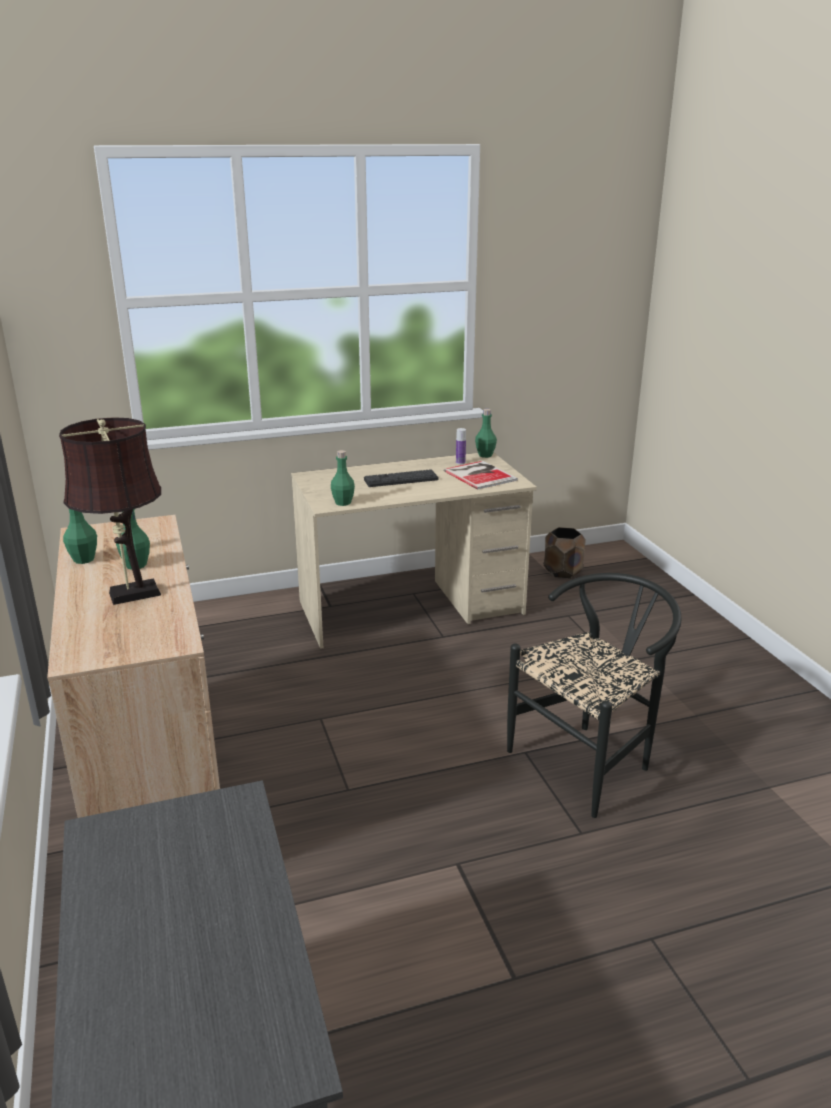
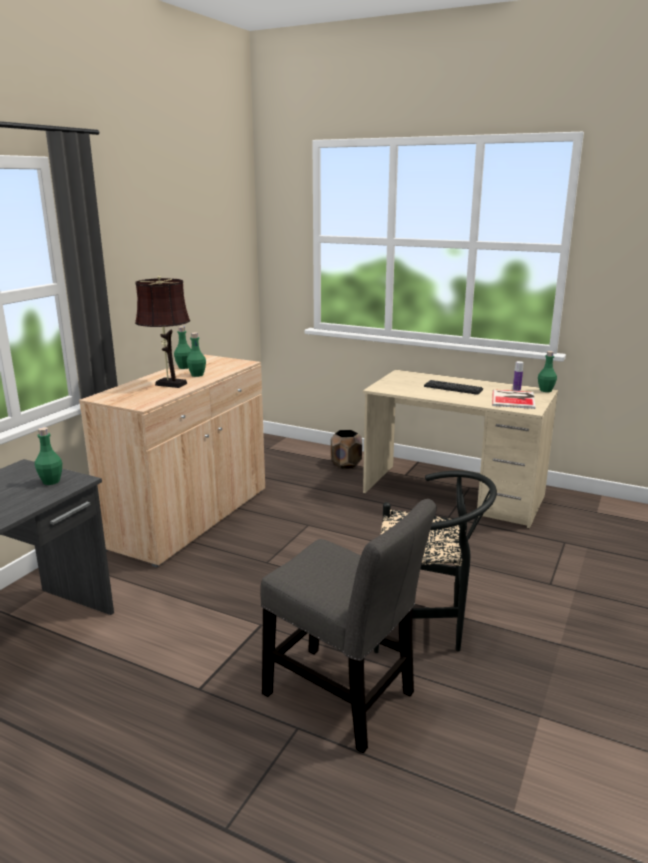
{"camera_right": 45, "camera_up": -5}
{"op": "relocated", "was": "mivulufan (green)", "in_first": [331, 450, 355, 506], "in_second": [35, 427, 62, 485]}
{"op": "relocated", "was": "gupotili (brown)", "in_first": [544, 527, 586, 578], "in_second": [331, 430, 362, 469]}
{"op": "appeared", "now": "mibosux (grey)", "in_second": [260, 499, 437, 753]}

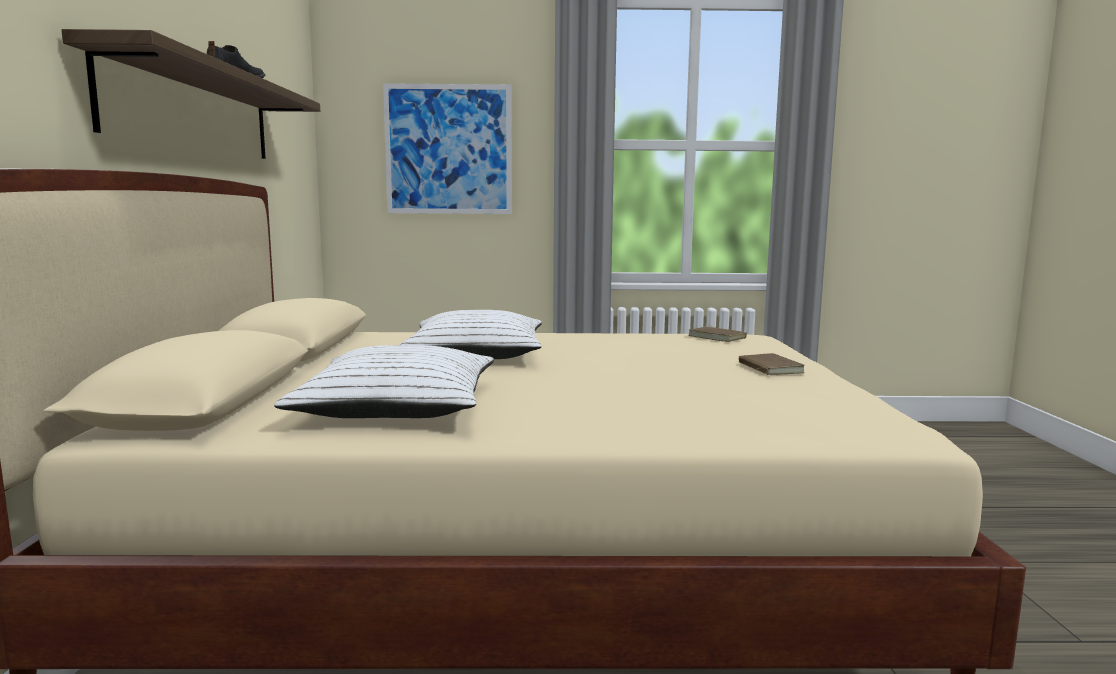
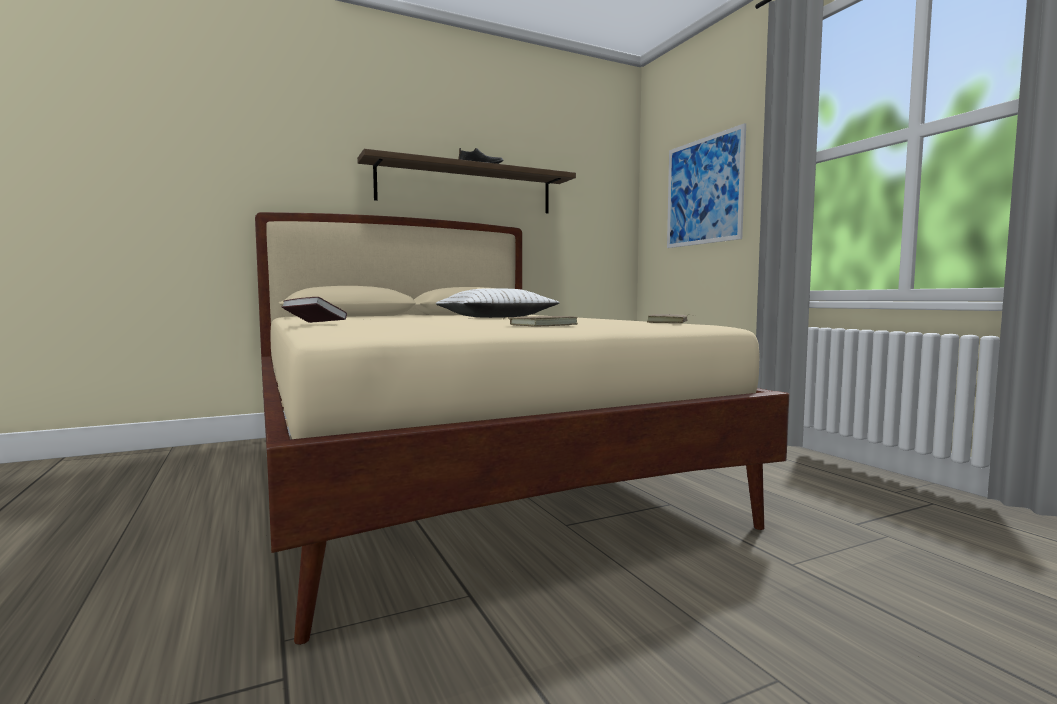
{"camera_right": 65, "camera_up": -5}
{"op": "missing", "was": "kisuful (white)", "in_first": [274, 345, 494, 418]}
{"op": "appeared", "now": "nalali", "in_second": [281, 297, 347, 323]}

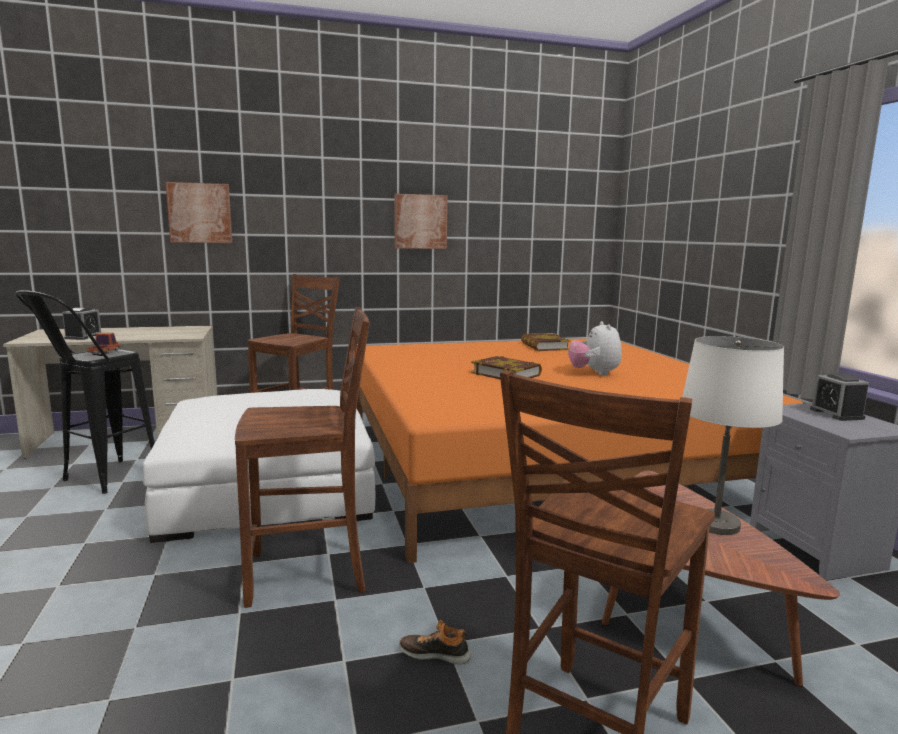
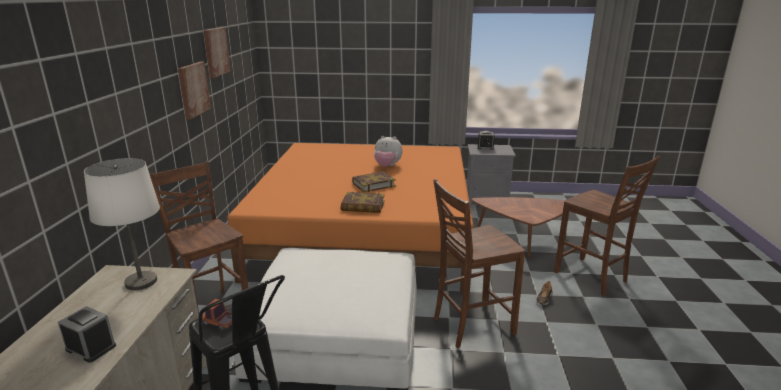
{"camera_right": -70, "camera_up": 10}
{"op": "relocated", "was": "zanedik", "in_first": [165, 182, 232, 243], "in_second": [203, 27, 231, 78]}
{"op": "spun", "was": "mibosux (brown)", "in_first": [235, 307, 370, 608], "in_second": [433, 179, 525, 348], "clockwise": -120}
{"op": "relocated", "was": "nalali", "in_first": [521, 333, 570, 351], "in_second": [341, 192, 385, 213]}
{"op": "relocated", "was": "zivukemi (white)", "in_first": [682, 336, 784, 535], "in_second": [84, 158, 160, 290]}

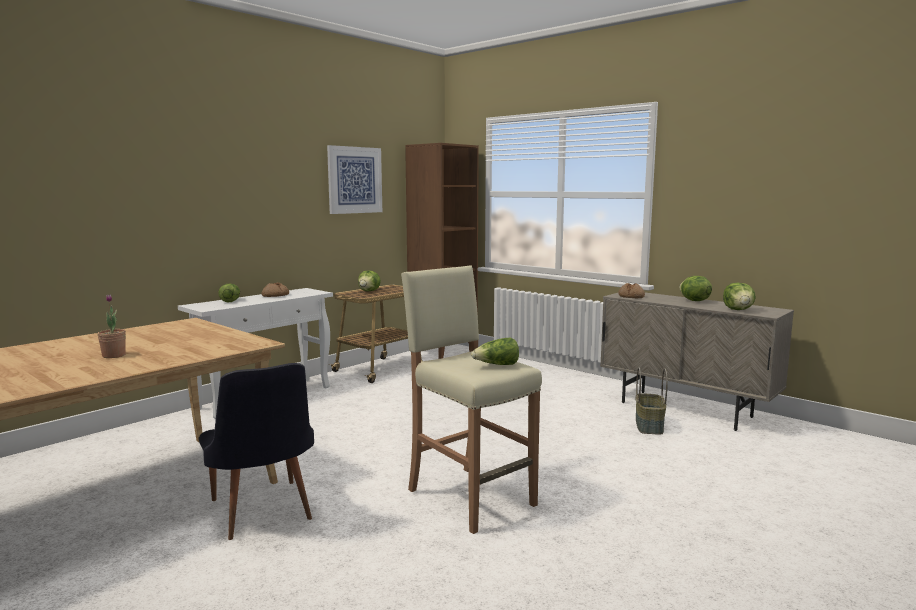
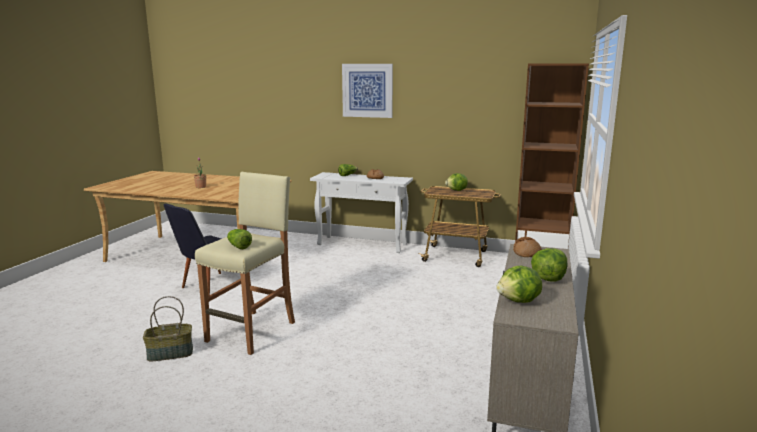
{"camera_right": 65, "camera_up": 5}
{"op": "relocated", "was": "zanedik", "in_first": [327, 145, 382, 214], "in_second": [342, 64, 393, 118]}
{"op": "relocated", "was": "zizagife", "in_first": [635, 367, 668, 435], "in_second": [143, 296, 193, 361]}

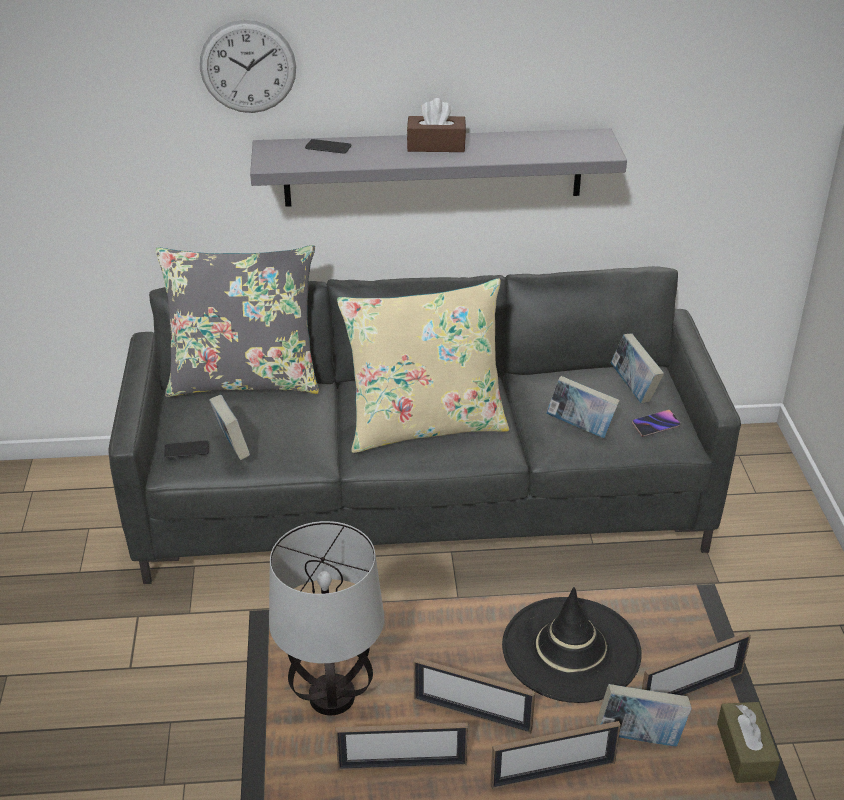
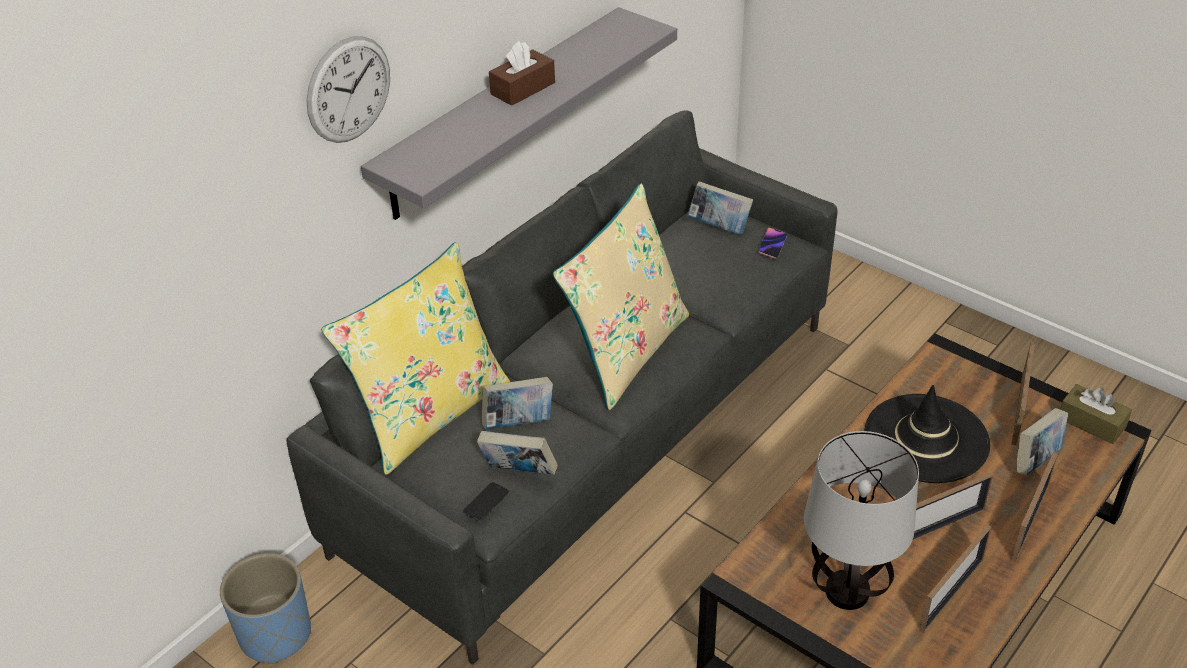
{"camera_right": -45, "camera_up": 5}
{"op": "colour", "was": "kisuful (grey)", "now": "kisuful (yellow)", "in_first": [156, 245, 320, 397], "in_second": [321, 242, 510, 475]}
{"op": "missing", "was": "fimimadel", "in_first": [305, 139, 352, 153]}
{"op": "relocated", "was": "nalali", "in_first": [546, 376, 620, 438], "in_second": [482, 377, 553, 429]}
{"op": "appeared", "now": "gupotili (blue)", "in_second": [220, 553, 311, 664]}

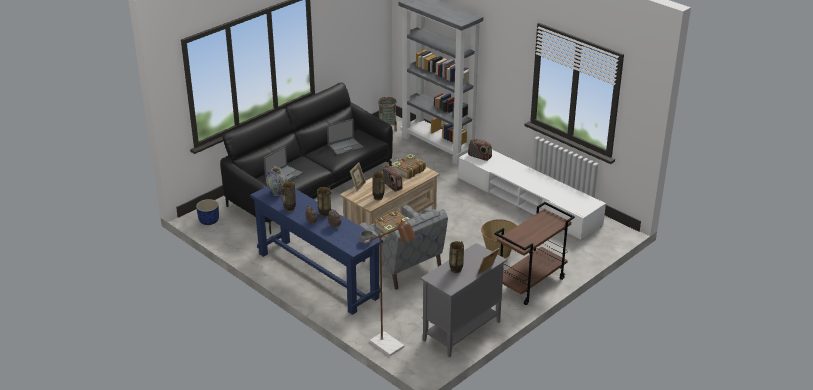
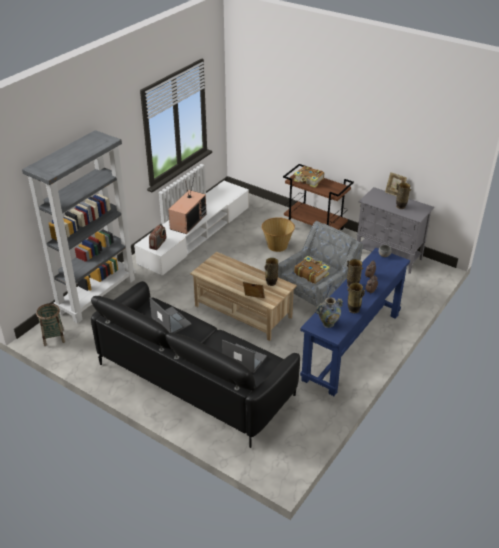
{"camera_right": -100, "camera_up": 5}
{"op": "missing", "was": "gupotili (blue)", "in_first": [196, 199, 219, 225]}
{"op": "missing", "was": "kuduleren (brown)", "in_first": [365, 219, 416, 356]}
{"op": "missing", "was": "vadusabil", "in_first": [383, 165, 403, 192]}
{"op": "relocated", "was": "nalali", "in_first": [392, 154, 426, 179], "in_second": [294, 166, 324, 188]}
{"op": "appeared", "now": "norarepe", "in_second": [168, 174, 207, 234]}

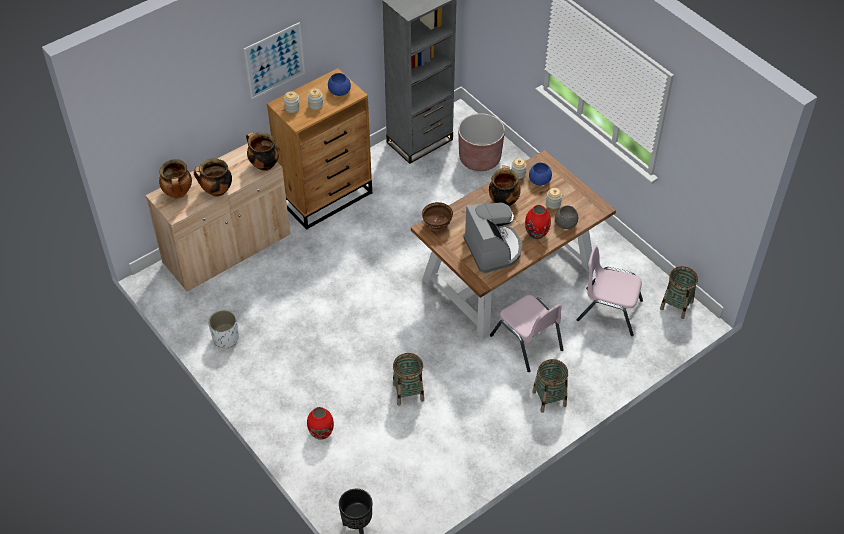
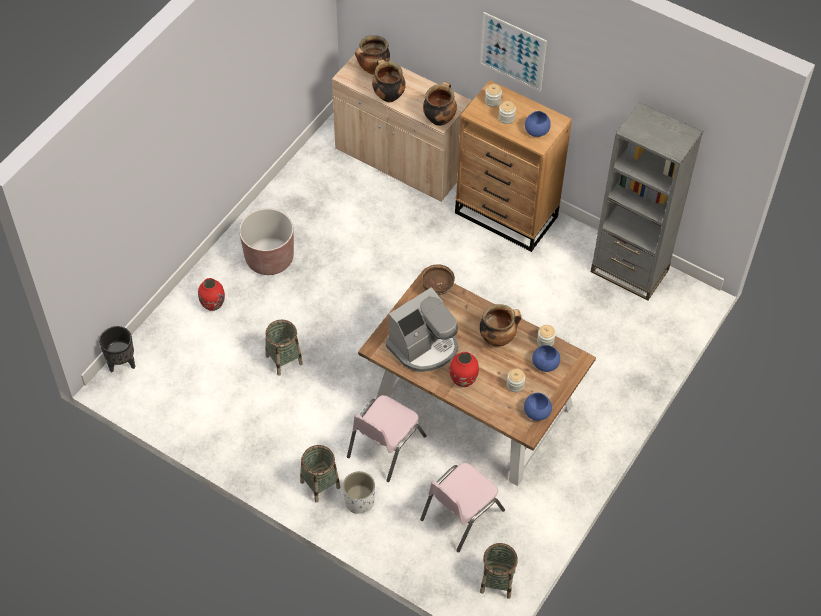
{"camera_right": 70, "camera_up": 5}
{"op": "relocated", "was": "gupotili (white)", "in_first": [208, 310, 239, 348], "in_second": [343, 471, 375, 514]}
{"op": "relocated", "was": "gupotili (brown)", "in_first": [458, 113, 505, 171], "in_second": [239, 208, 294, 275]}
{"op": "missing", "was": "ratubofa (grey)", "in_first": [555, 206, 578, 229]}
{"op": "spun", "was": "mibosux (pink)", "in_first": [577, 246, 643, 336], "in_second": [420, 463, 505, 552], "clockwise": -135}
{"op": "appeared", "now": "ratubofa (blue)", "in_second": [524, 393, 552, 421]}

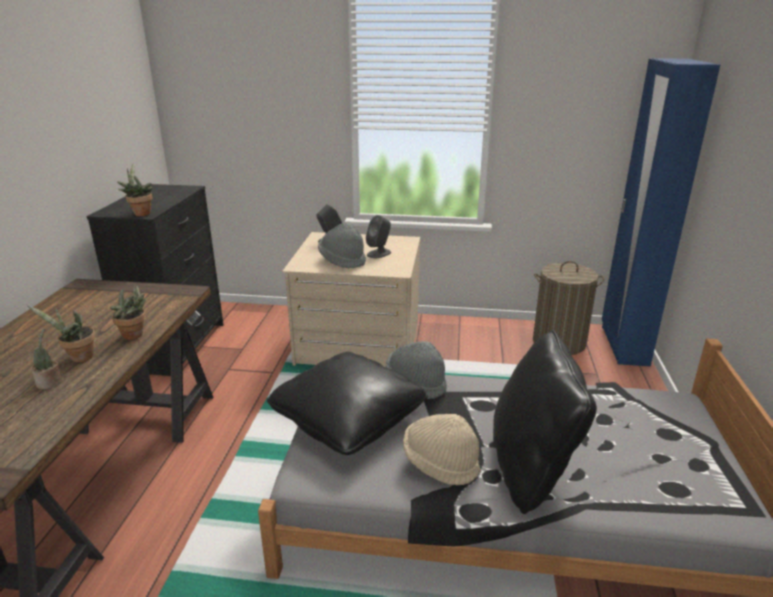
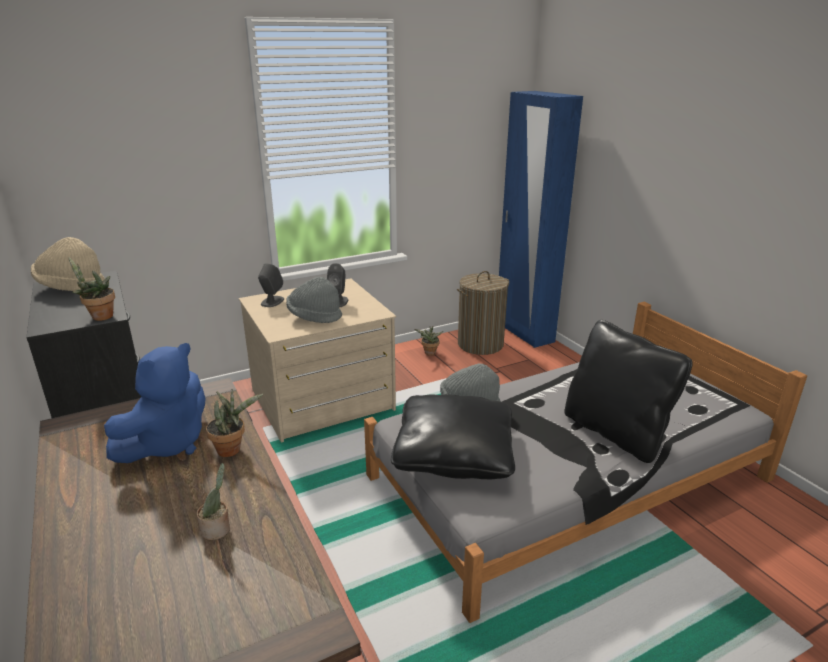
{"camera_right": -35, "camera_up": 0}
{"op": "relocated", "was": "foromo", "in_first": [28, 306, 95, 363], "in_second": [415, 326, 444, 356]}
{"op": "relocated", "was": "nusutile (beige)", "in_first": [403, 414, 481, 485], "in_second": [31, 237, 105, 291]}
{"op": "appeared", "now": "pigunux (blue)", "in_second": [104, 343, 206, 463]}

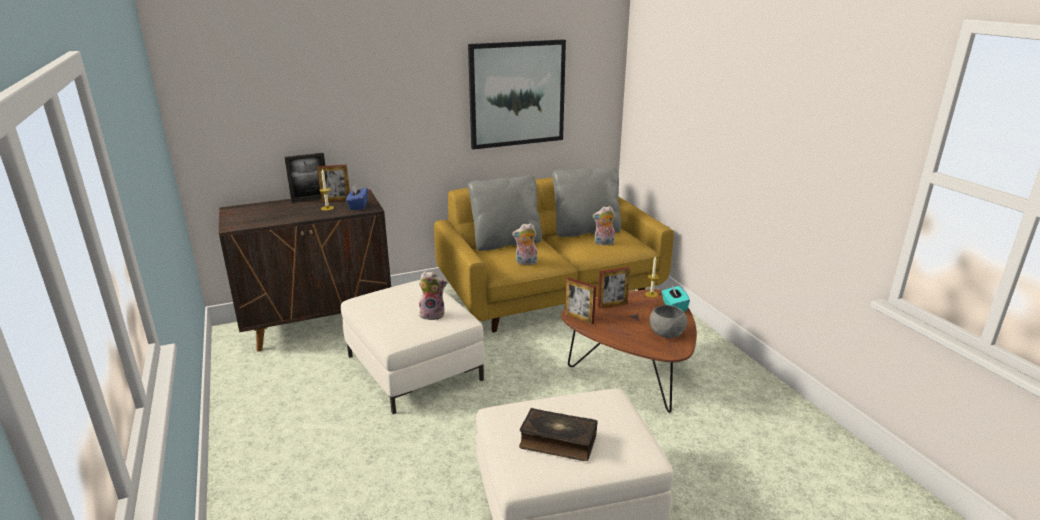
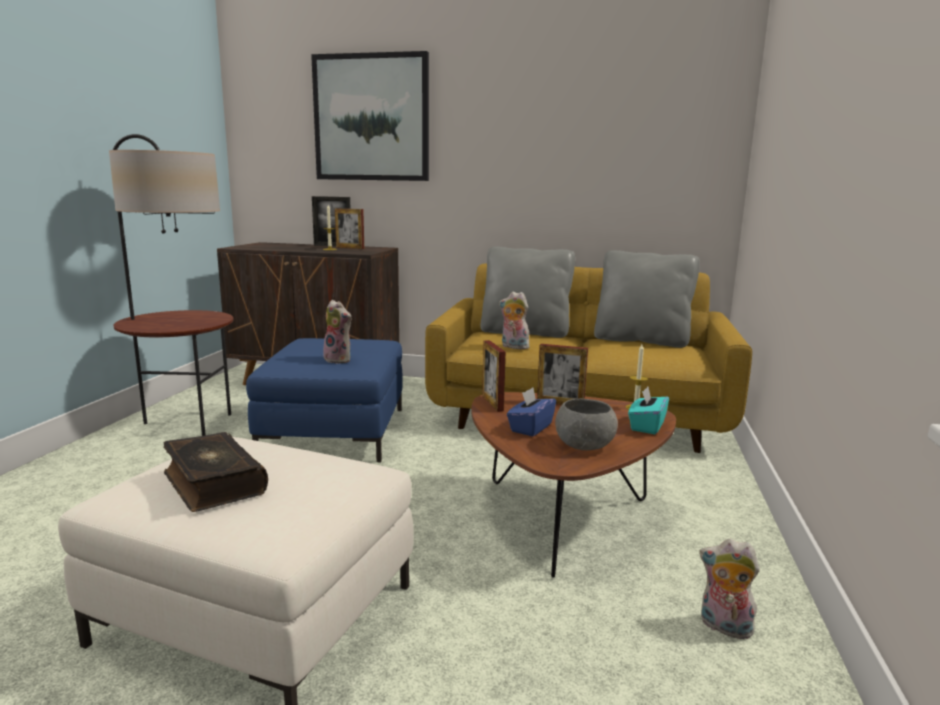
{"camera_right": 35, "camera_up": -10}
{"op": "colour", "was": "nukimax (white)", "now": "nukimax (blue)", "in_first": [341, 280, 485, 414], "in_second": [246, 338, 403, 462]}
{"op": "relocated", "was": "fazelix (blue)", "in_first": [346, 184, 368, 210], "in_second": [507, 388, 556, 436]}
{"op": "relocated", "was": "zanedik", "in_first": [468, 39, 566, 149], "in_second": [311, 51, 429, 181]}
{"op": "relocated", "was": "pigunux", "in_first": [592, 206, 615, 245], "in_second": [699, 539, 760, 639]}
{"op": "appeared", "now": "kuduleren", "in_second": [109, 134, 234, 436]}

